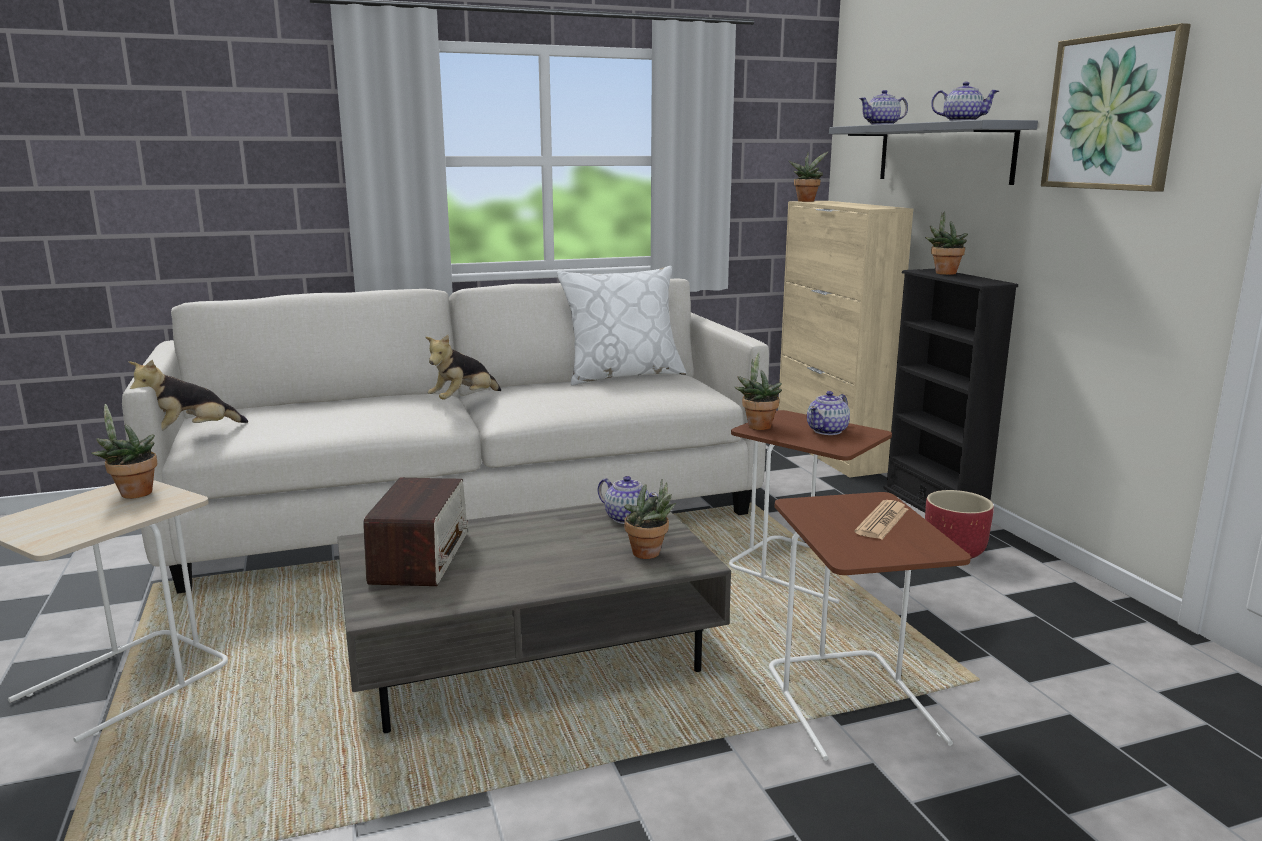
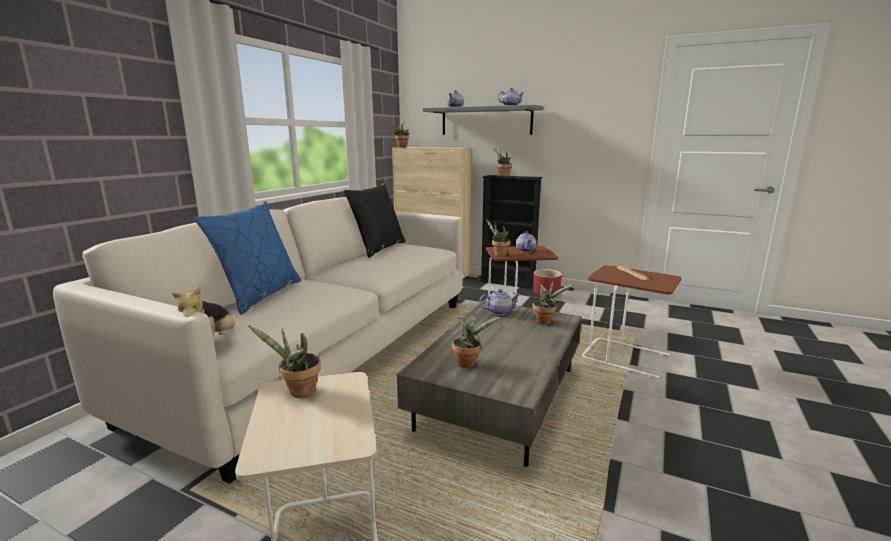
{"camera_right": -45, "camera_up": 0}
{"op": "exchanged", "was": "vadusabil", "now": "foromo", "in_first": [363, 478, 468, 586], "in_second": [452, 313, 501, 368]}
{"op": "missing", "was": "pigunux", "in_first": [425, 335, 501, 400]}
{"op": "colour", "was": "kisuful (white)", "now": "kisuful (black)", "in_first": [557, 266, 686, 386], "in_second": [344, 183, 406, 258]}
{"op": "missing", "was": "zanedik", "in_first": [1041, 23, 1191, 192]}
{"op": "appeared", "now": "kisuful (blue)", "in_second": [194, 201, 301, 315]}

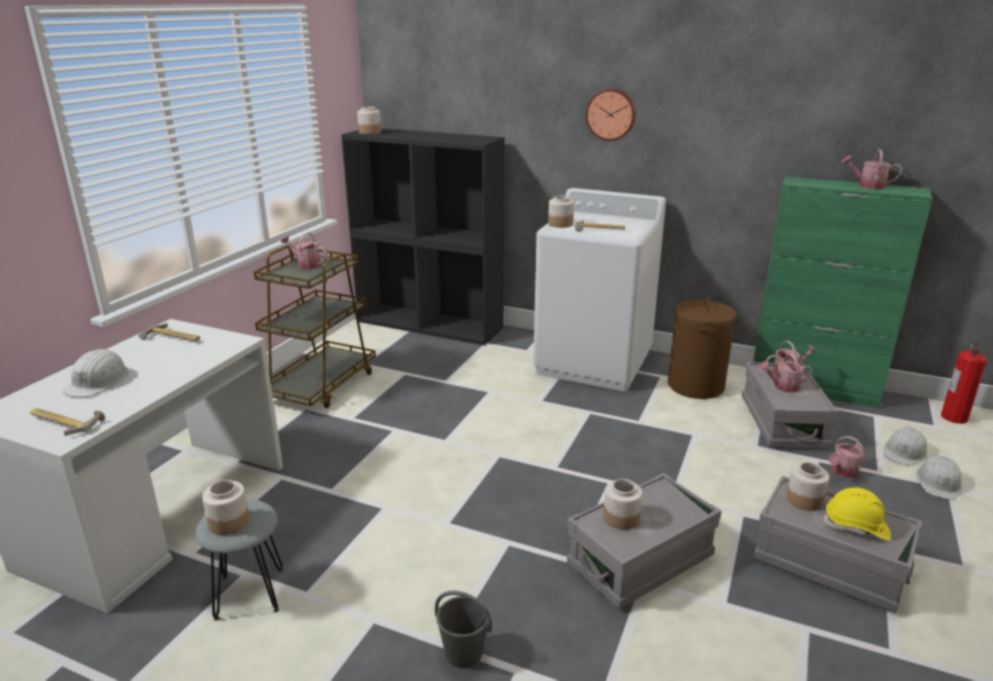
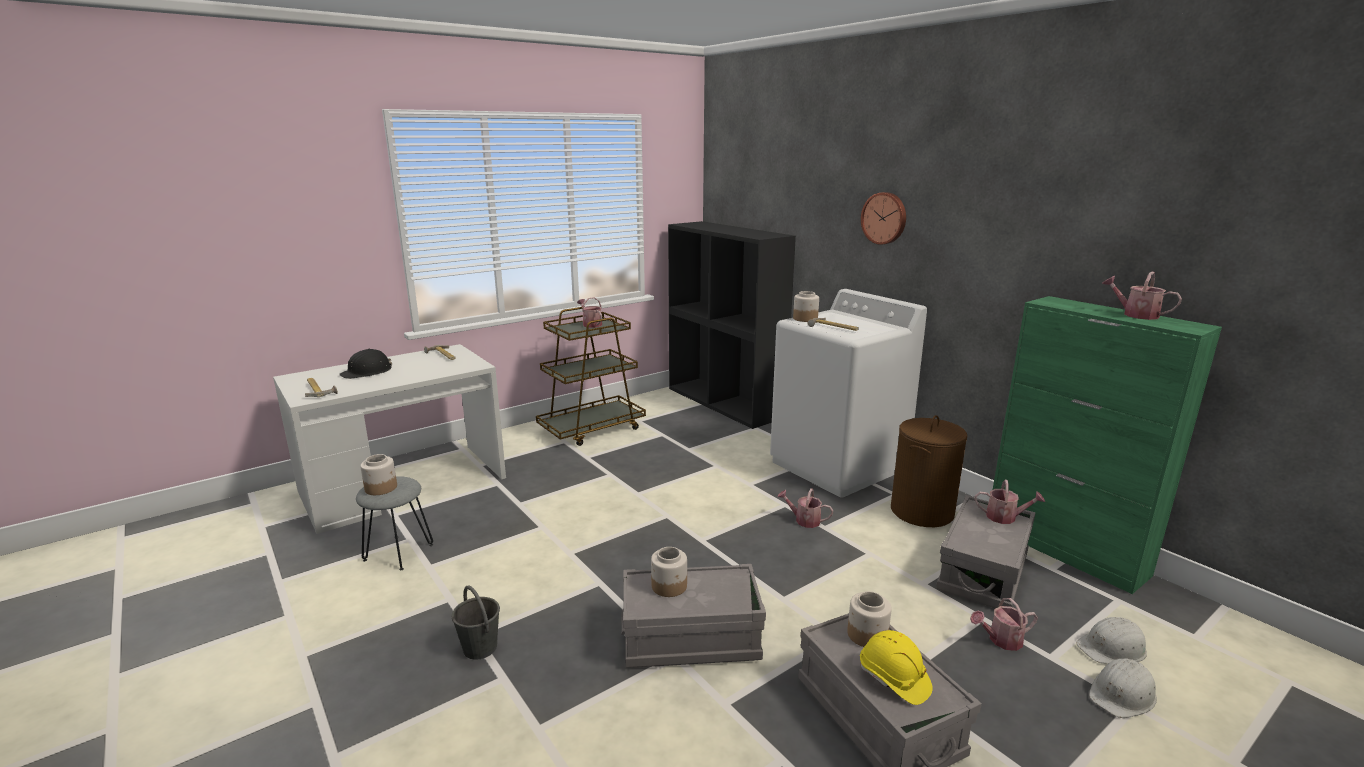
{"camera_right": 30, "camera_up": -5}
{"op": "colour", "was": "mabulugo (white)", "now": "mabulugo (black)", "in_first": [63, 349, 129, 397], "in_second": [339, 349, 392, 379]}
{"op": "missing", "was": "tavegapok", "in_first": [357, 107, 381, 134]}
{"op": "relocated", "was": "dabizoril", "in_first": [758, 353, 813, 393], "in_second": [778, 488, 833, 528]}
{"op": "missing", "was": "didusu", "in_first": [941, 341, 987, 424]}

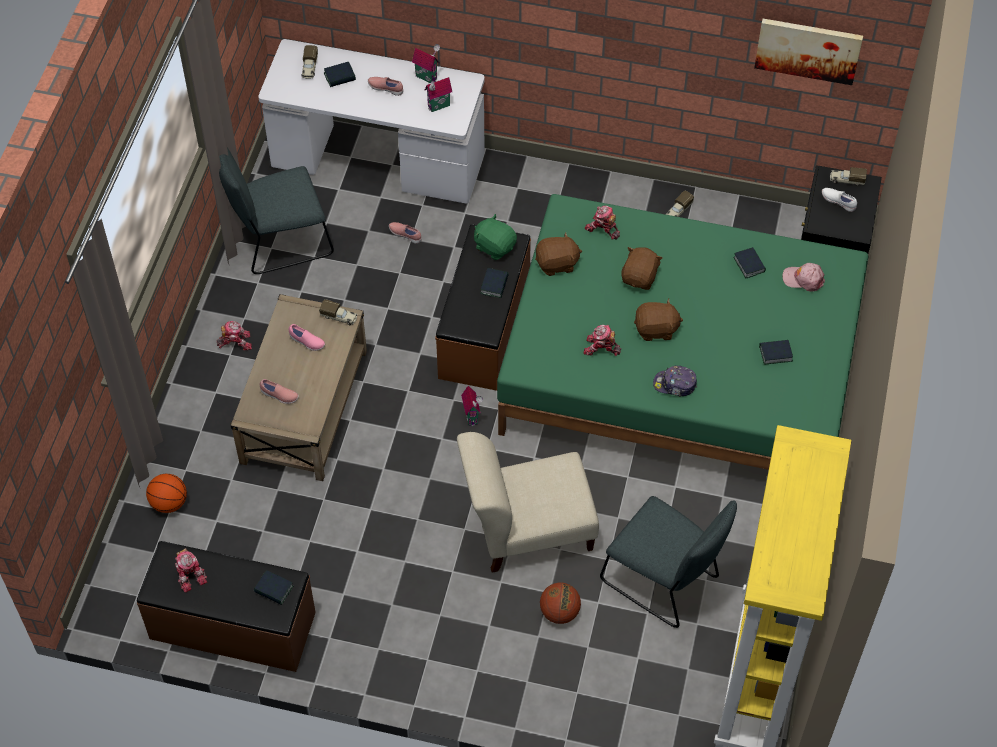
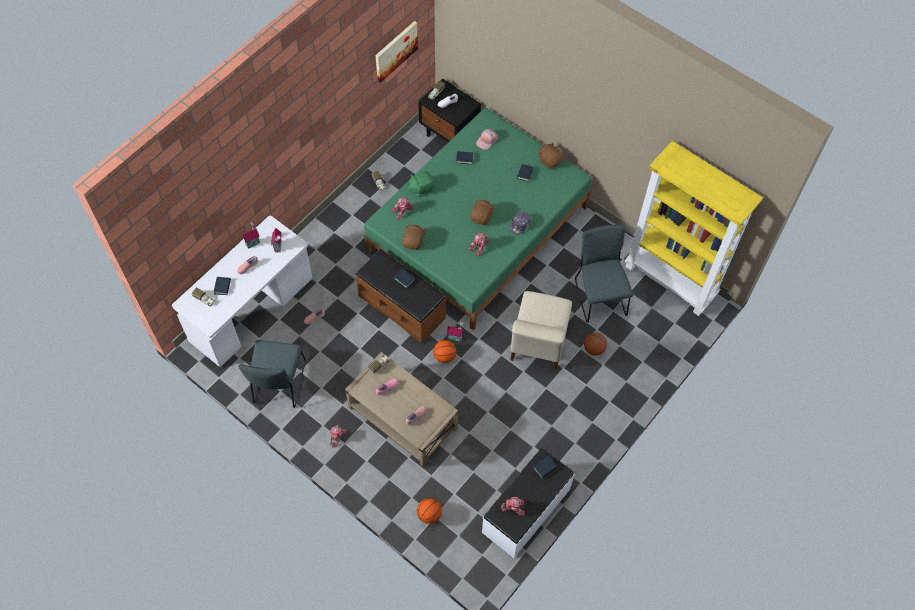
{"camera_right": -65, "camera_up": 5}
{"op": "colour", "was": "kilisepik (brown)", "now": "kilisepik (white)", "in_first": [137, 541, 316, 672], "in_second": [482, 448, 575, 558]}
{"op": "relocated", "was": "pigunux (green)", "in_first": [474, 214, 517, 260], "in_second": [408, 171, 435, 197]}
{"op": "spun", "was": "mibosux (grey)", "in_first": [600, 496, 737, 628], "in_second": [575, 225, 633, 323], "clockwise": -75}
{"op": "relocated", "was": "pigunux (brown)", "in_first": [621, 247, 663, 290], "in_second": [538, 142, 563, 169]}
{"op": "appeared", "now": "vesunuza", "in_second": [433, 340, 457, 363]}

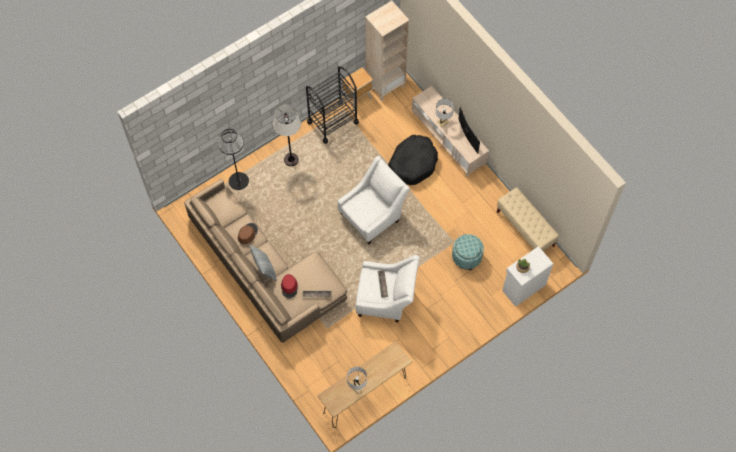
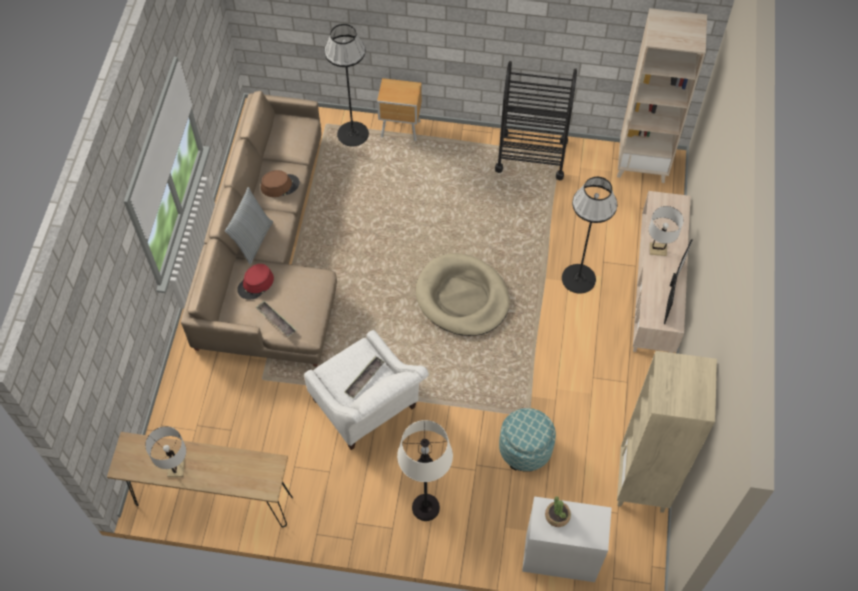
{"camera_right": 45, "camera_up": -5}
{"op": "relocated", "was": "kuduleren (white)", "in_first": [273, 105, 301, 166], "in_second": [397, 420, 453, 521]}
{"op": "exchanged", "was": "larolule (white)", "now": "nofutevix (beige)", "in_first": [338, 156, 410, 244], "in_second": [416, 253, 510, 336]}
{"op": "relocated", "was": "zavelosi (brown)", "in_first": [343, 67, 373, 110], "in_second": [377, 78, 422, 141]}
{"op": "exchanged", "was": "nofutevix (black)", "now": "kuduleren (black)", "in_first": [388, 135, 438, 185], "in_second": [562, 177, 617, 294]}
{"op": "exchanged", "was": "kilisepik (beige)", "now": "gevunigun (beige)", "in_first": [496, 187, 559, 251], "in_second": [617, 351, 717, 513]}

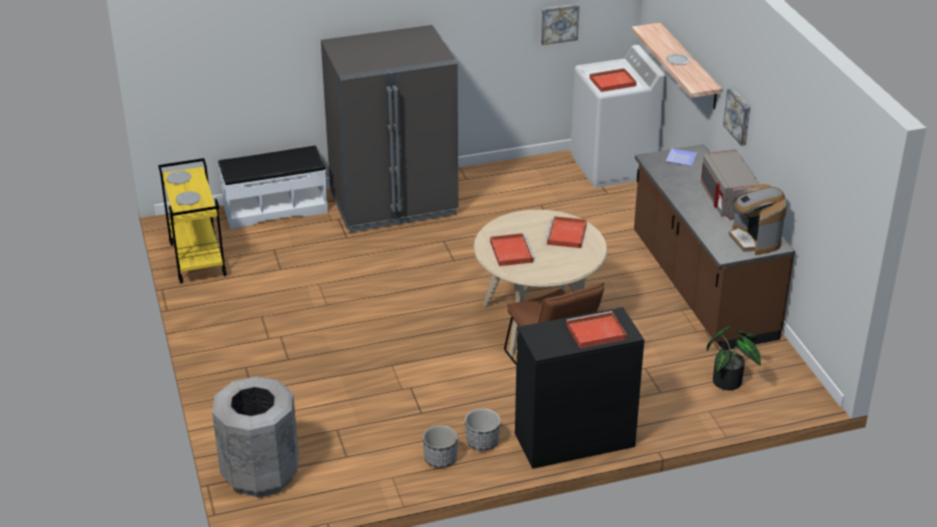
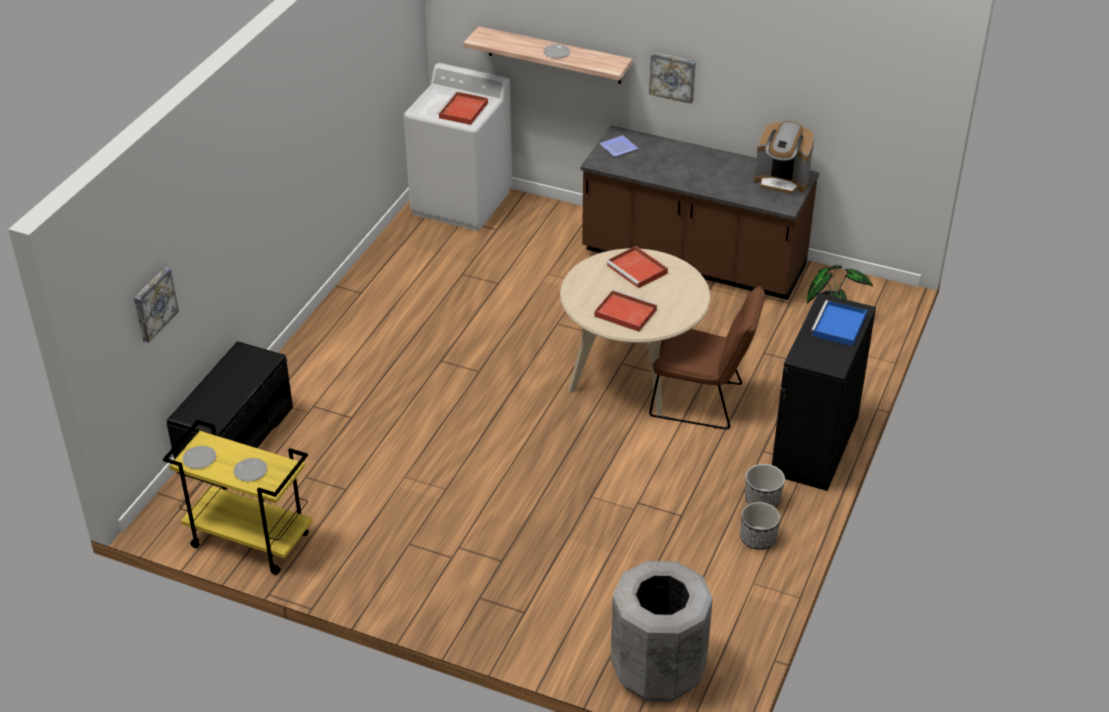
{"camera_right": -50, "camera_up": 5}
{"op": "colour", "was": "kilisepik (white)", "now": "kilisepik (black)", "in_first": [218, 146, 328, 229], "in_second": [167, 341, 293, 489]}
{"op": "missing", "was": "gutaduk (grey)", "in_first": [321, 25, 458, 232]}
{"op": "relocated", "was": "zanedik", "in_first": [541, 4, 579, 45], "in_second": [134, 267, 179, 343]}
{"op": "colour", "was": "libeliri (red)", "now": "libeliri (blue)", "in_first": [566, 311, 627, 348], "in_second": [811, 300, 867, 346]}
{"op": "missing", "was": "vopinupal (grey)", "in_first": [701, 149, 759, 220]}

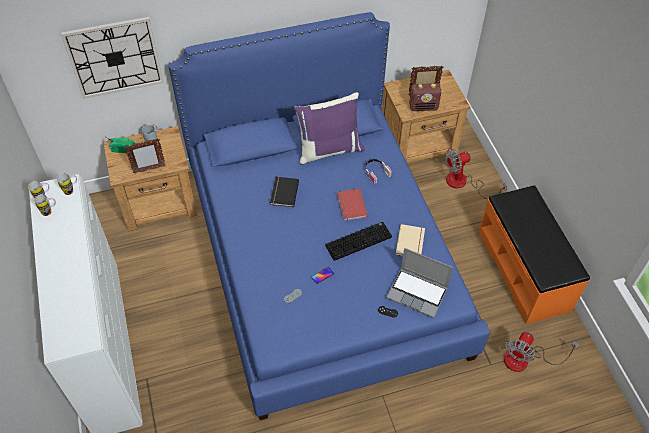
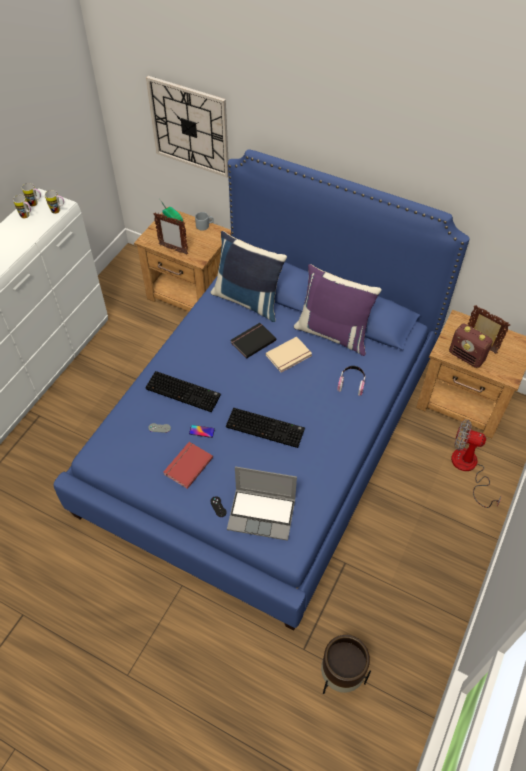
{"camera_right": 45, "camera_up": 0}
{"op": "relocated", "was": "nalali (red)", "in_first": [337, 189, 368, 221], "in_second": [164, 442, 213, 489]}
{"op": "spun", "was": "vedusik", "in_first": [386, 248, 453, 318], "in_second": [227, 466, 297, 541], "clockwise": -60}
{"op": "relocated", "was": "nalali (beige)", "in_first": [396, 224, 425, 256], "in_second": [265, 337, 312, 373]}
{"op": "missing", "was": "kilisepik (orange)", "in_first": [478, 185, 590, 324]}
{"op": "exchanged", "was": "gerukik", "now": "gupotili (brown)", "in_first": [504, 332, 580, 372], "in_second": [321, 635, 371, 694]}
{"op": "appeared", "now": "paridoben", "in_second": [145, 371, 221, 412]}
{"op": "appeared", "now": "kisuful (blue)", "in_second": [210, 231, 287, 322]}

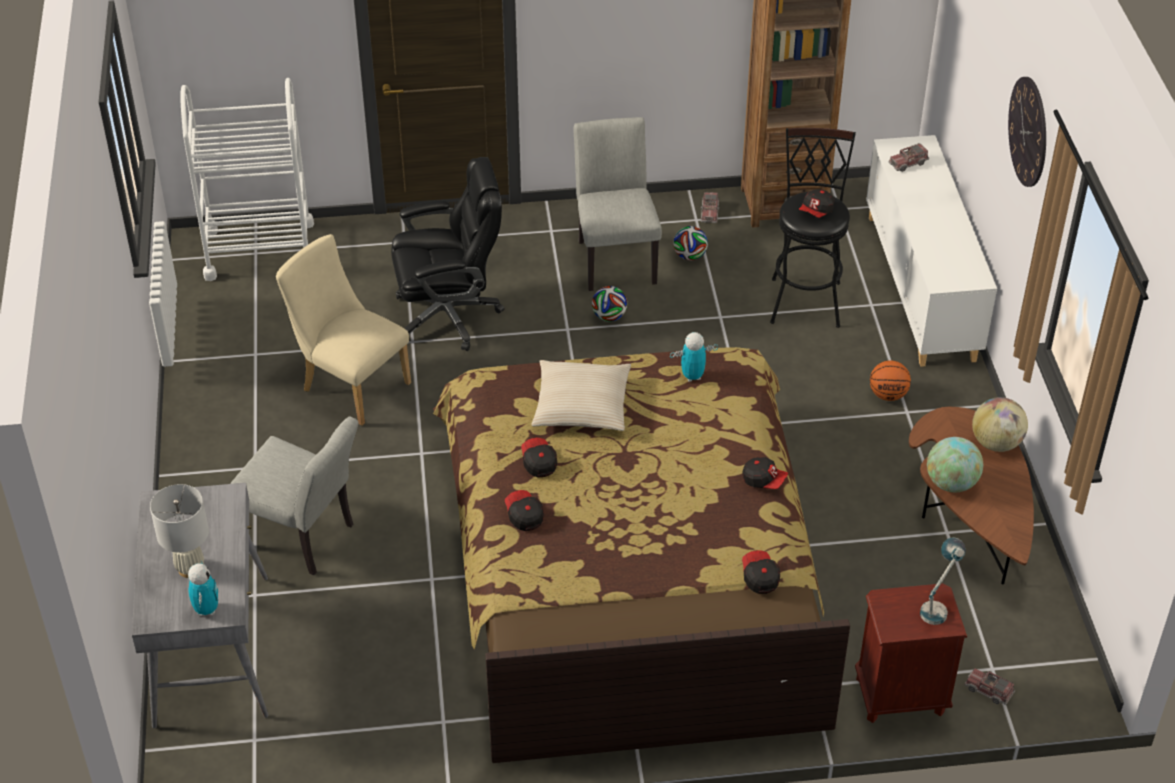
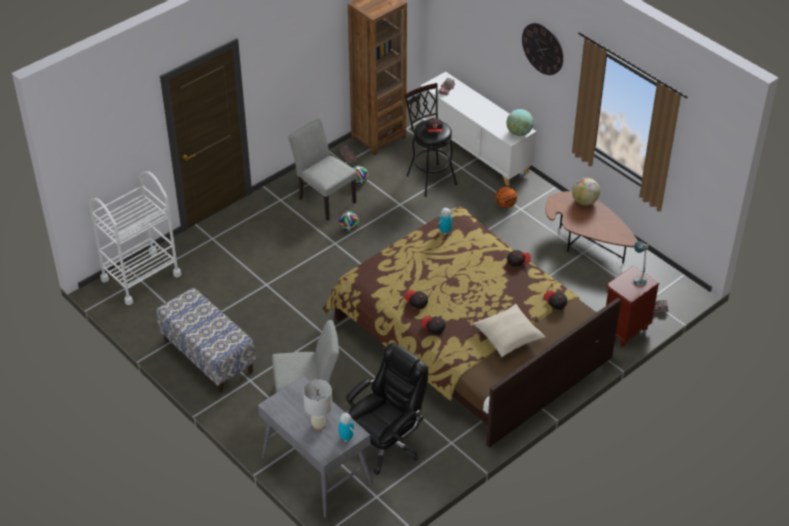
{"camera_right": -35, "camera_up": 0}
{"op": "missing", "was": "mibosux (beige)", "in_first": [276, 234, 411, 425]}
{"op": "relocated", "was": "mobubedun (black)", "in_first": [391, 157, 504, 351], "in_second": [346, 343, 428, 475]}
{"op": "relocated", "was": "kisuful (beige)", "in_first": [531, 360, 631, 431], "in_second": [473, 304, 545, 357]}
{"op": "relocated", "was": "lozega", "in_first": [927, 437, 983, 492], "in_second": [507, 109, 534, 136]}
{"op": "appeared", "now": "kilisepik", "in_second": [156, 288, 256, 393]}

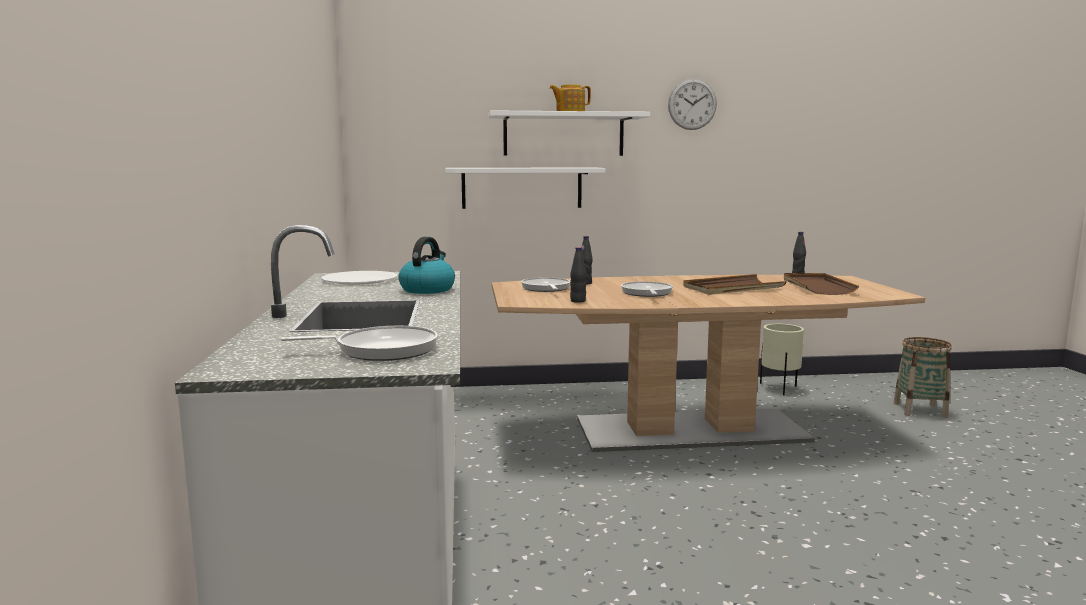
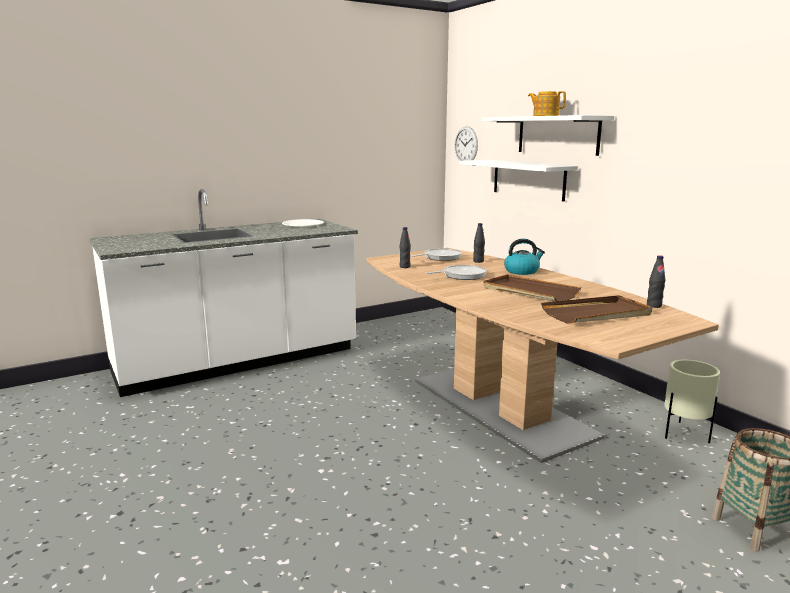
{"camera_right": 65, "camera_up": 5}
{"op": "missing", "was": "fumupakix", "in_first": [281, 326, 438, 361]}
{"op": "relocated", "was": "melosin", "in_first": [398, 237, 455, 294], "in_second": [504, 239, 545, 275]}
{"op": "relocated", "was": "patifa", "in_first": [668, 79, 717, 130], "in_second": [455, 126, 478, 161]}

